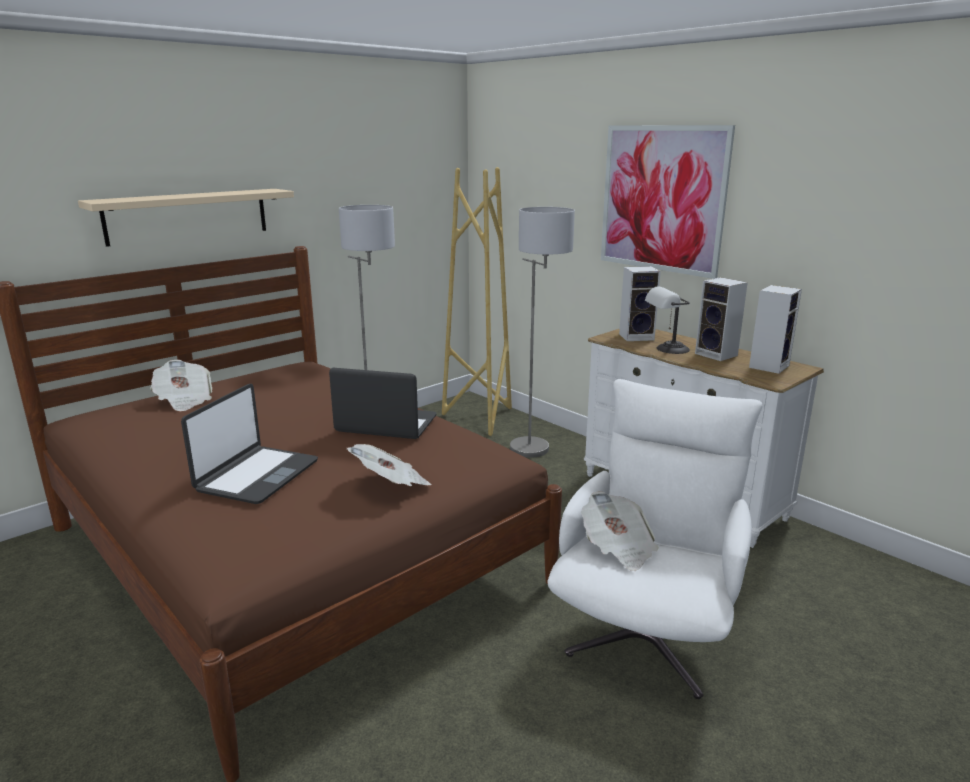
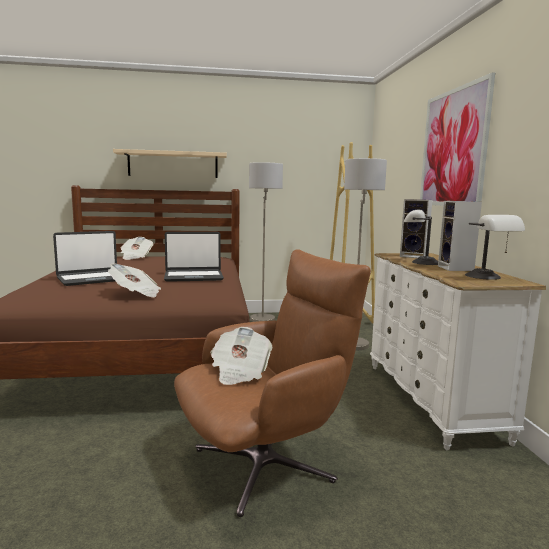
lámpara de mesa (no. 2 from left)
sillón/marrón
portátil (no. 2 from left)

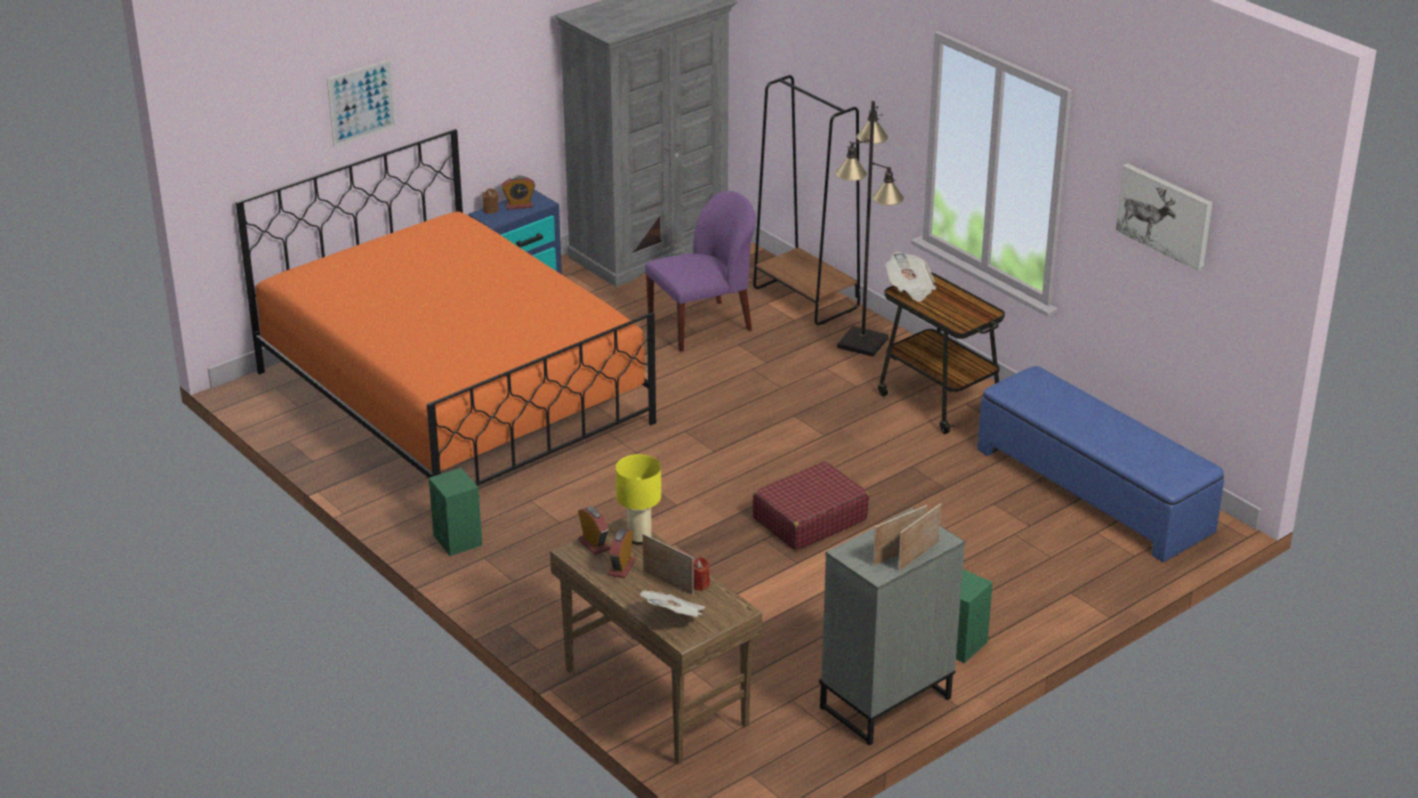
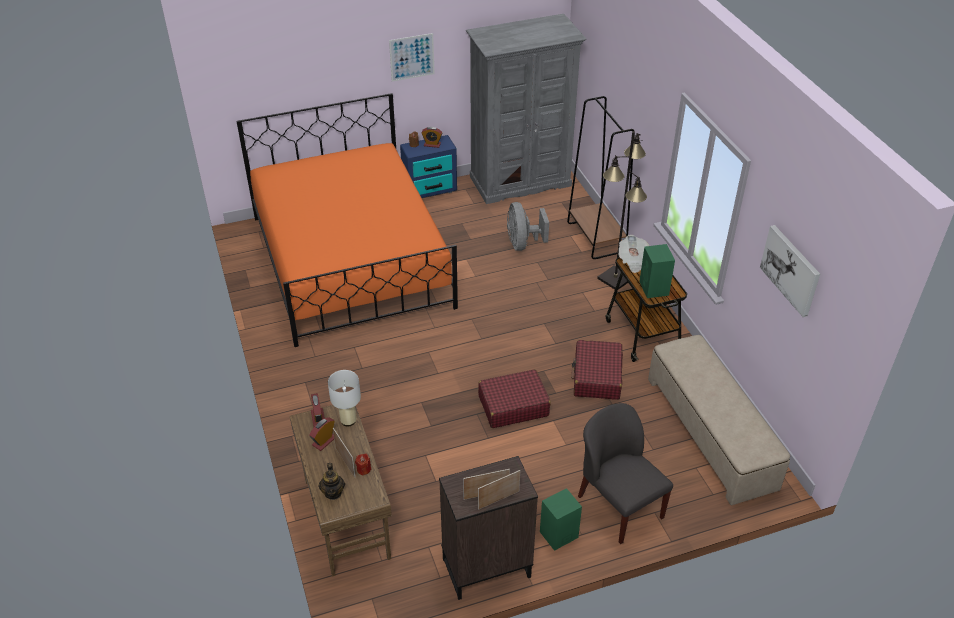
maleta/rojo (no. 2 from left)
silla/gris
cuadro (no. 1 from left)
altavoz/verde (no. 2 from left)
tetera
ventilador/gris
lámpara de mesa/blanco
cómoda/marrón
banco/beis

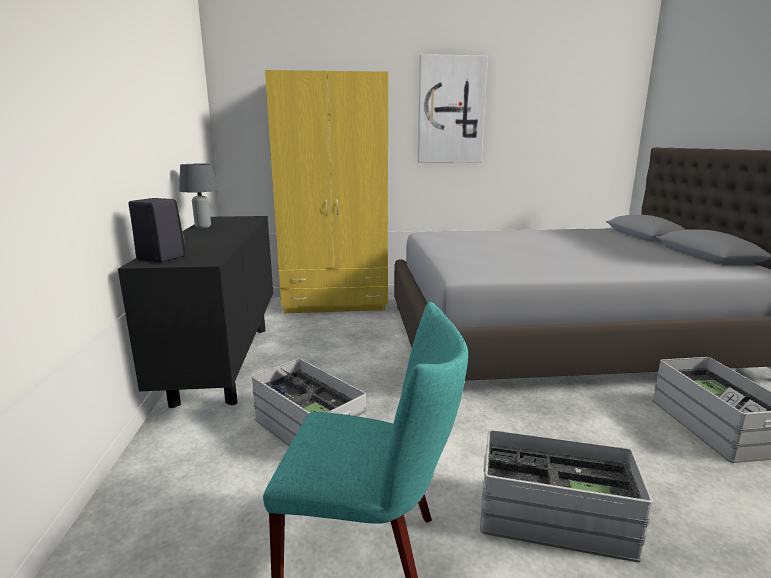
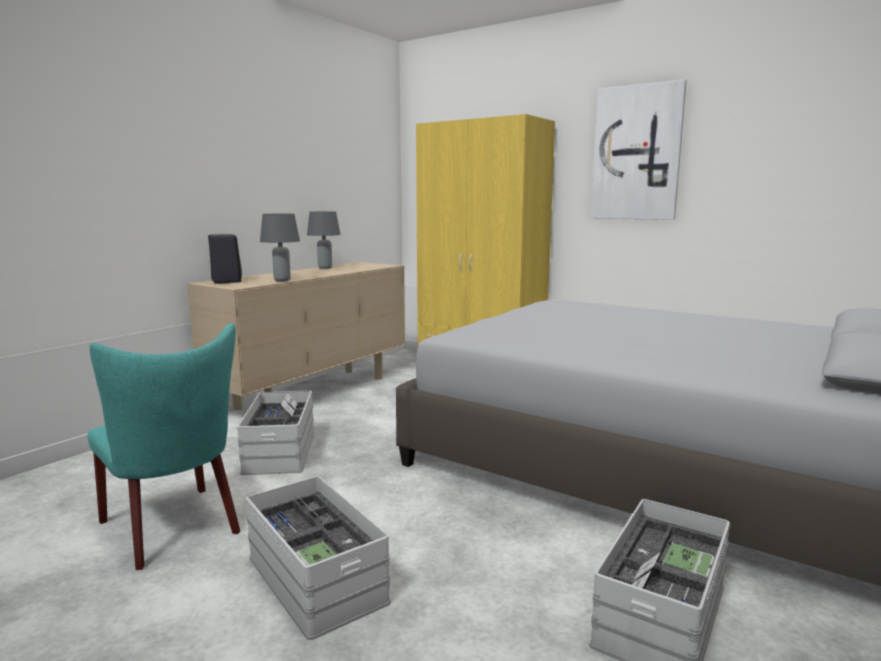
lámpara de mesa/gris (no. 1 from left)
cómoda/beis

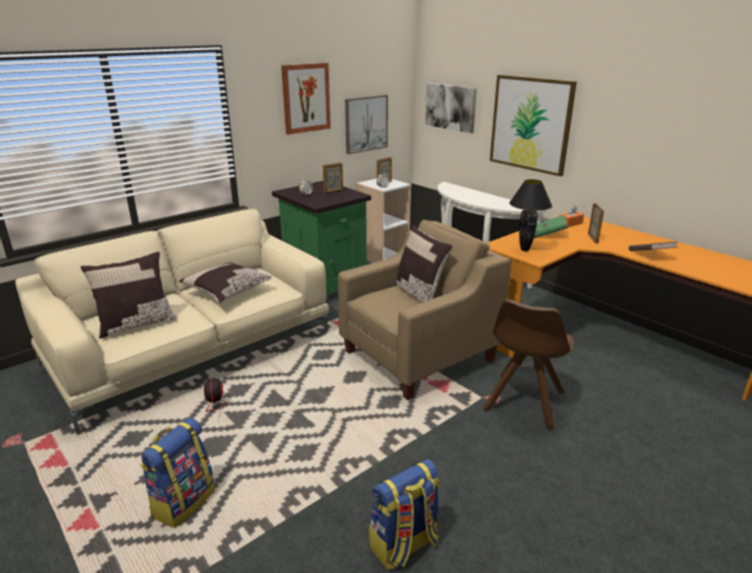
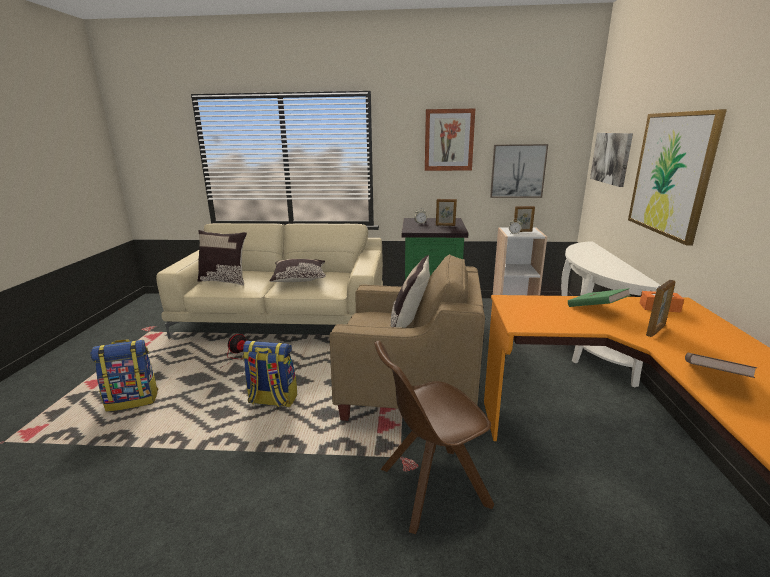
lámpara de mesa/negro
mochila (no. 2 from left)

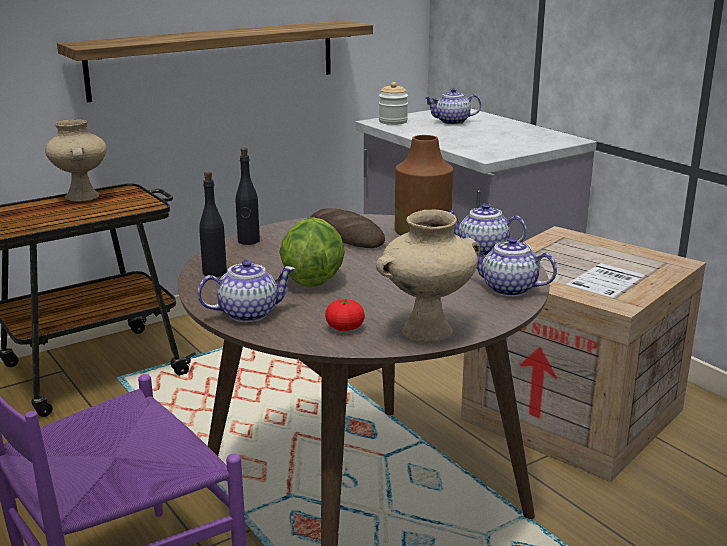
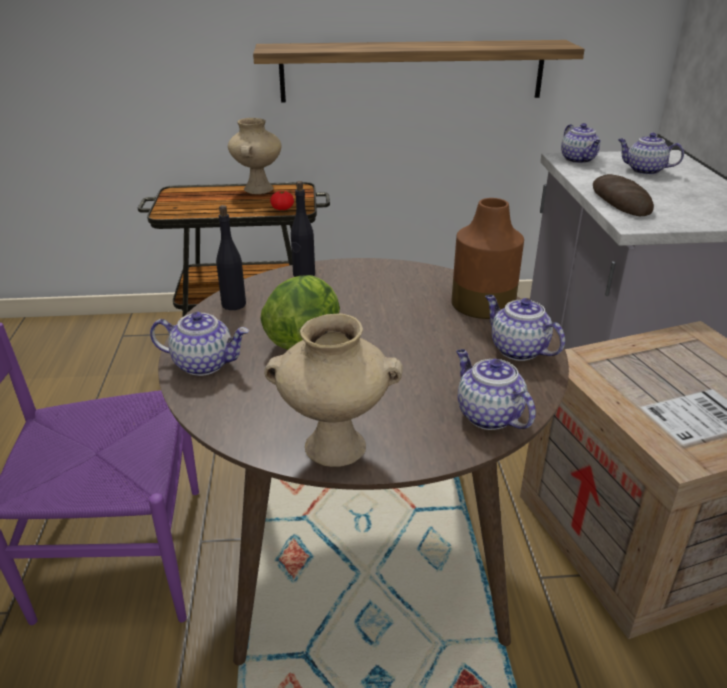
pan
tomate
tetera (no. 4 from left)

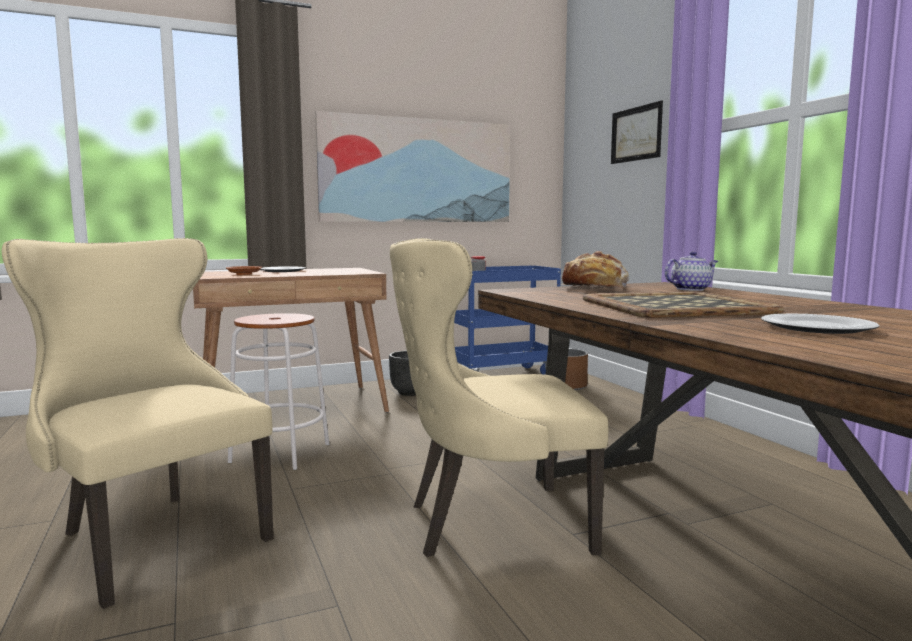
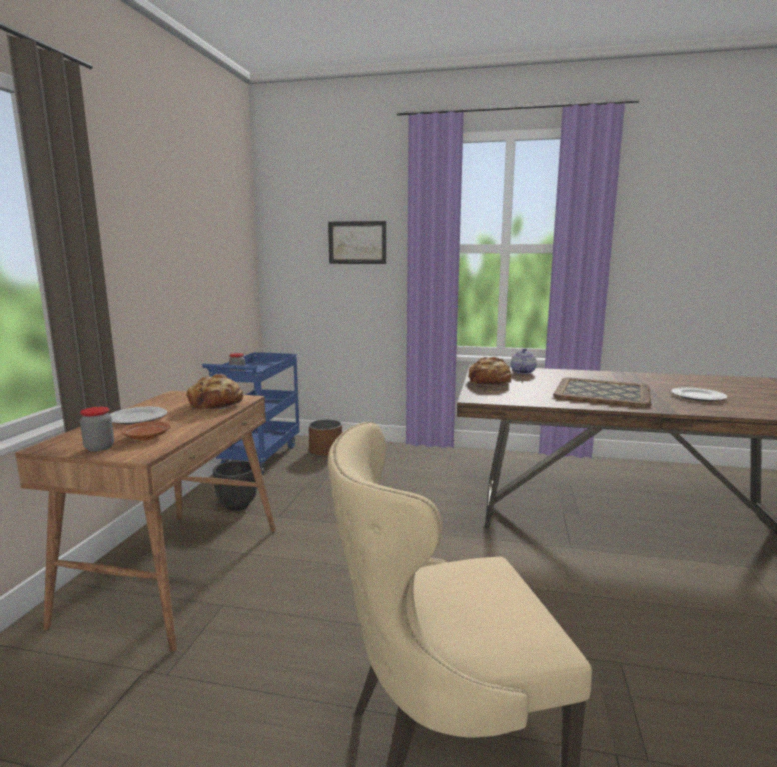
taburete/blanco
cuadro (no. 1 from left in the first image)
silla/beis (no. 2 from left in the first image)
tarro (no. 1 from left)
pan (no. 1 from left)

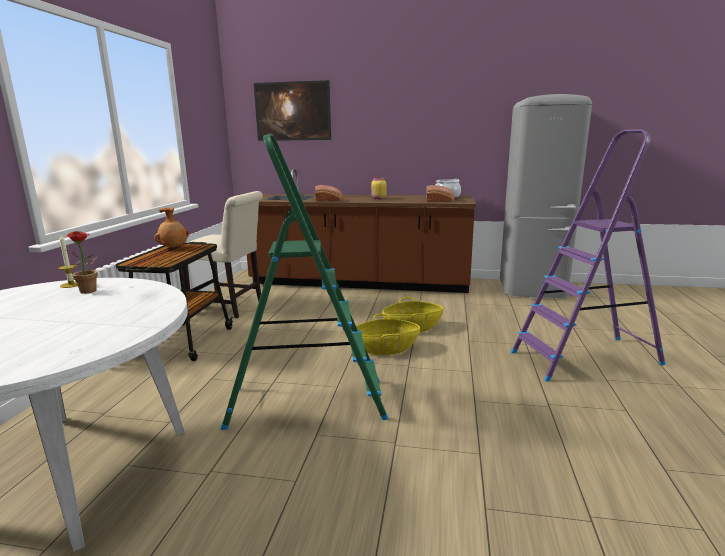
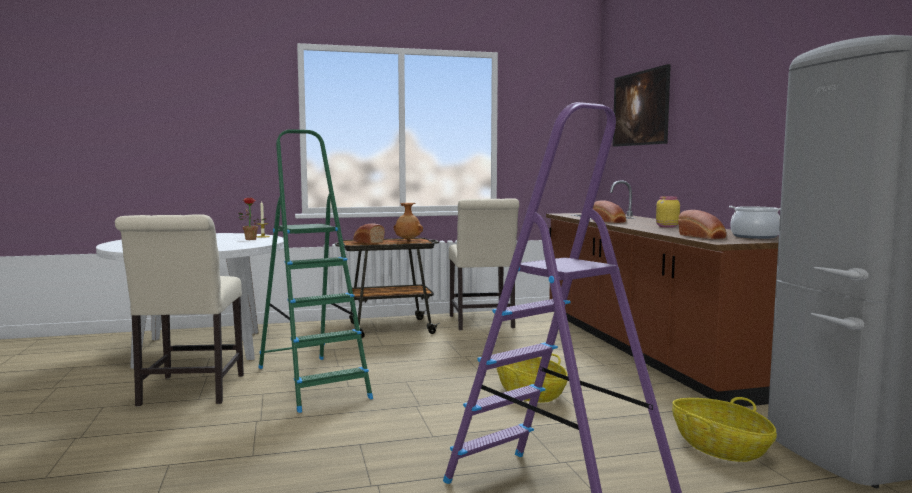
silla/beis (no. 1 from left)
pan (no. 1 from left)
cesta (no. 2 from left)

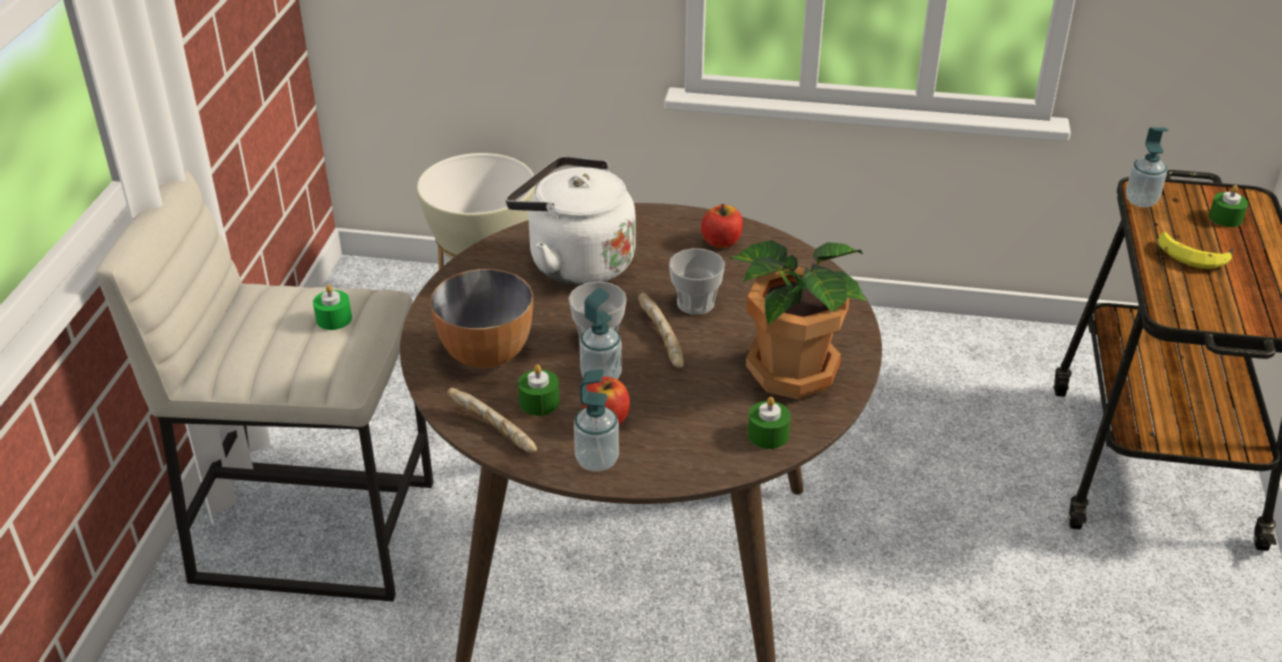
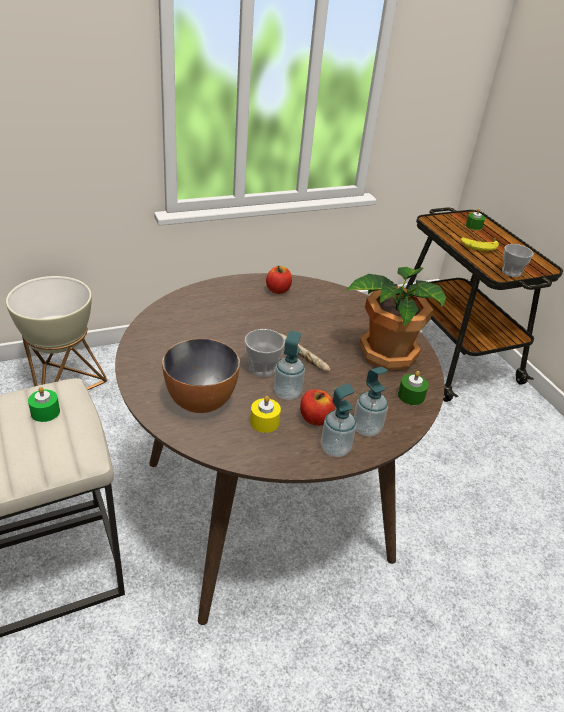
pan (no. 1 from left in the first image)
hervidor/blanco
taza (no. 2 from left)
dispensador de jabón (no. 3 from left)
vela/amarillo

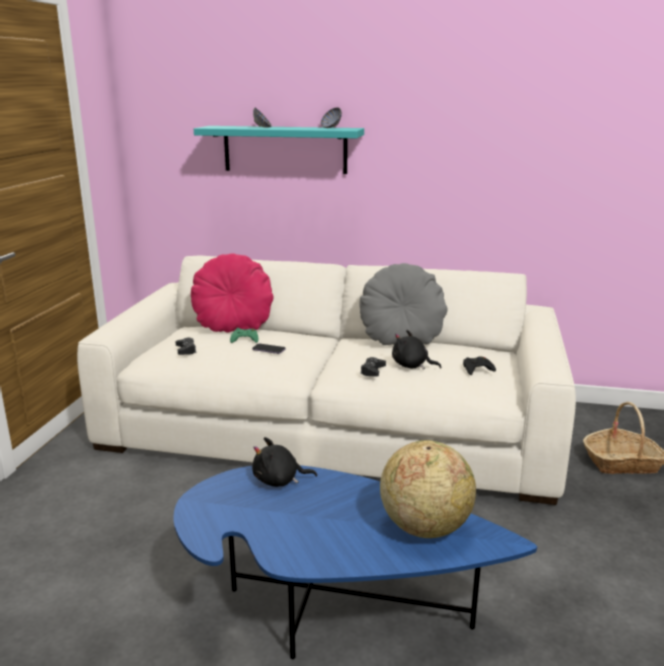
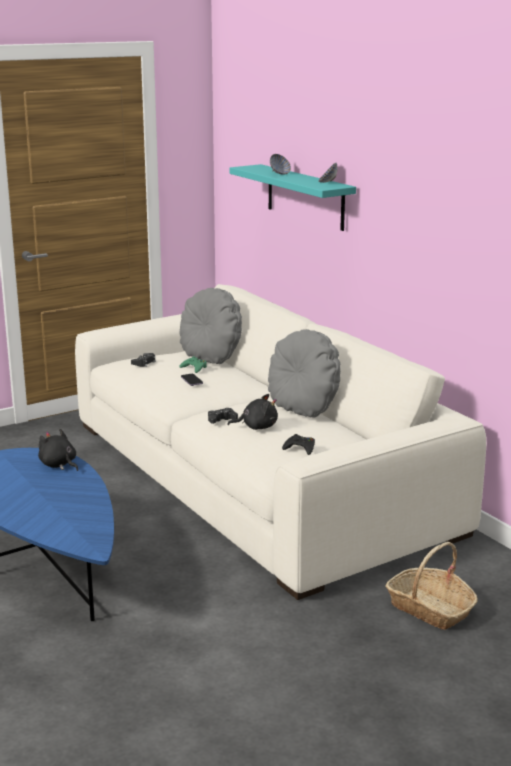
globo terráqueo
cojín/gris (no. 1 from left)
peluche/negro (no. 2 from left)

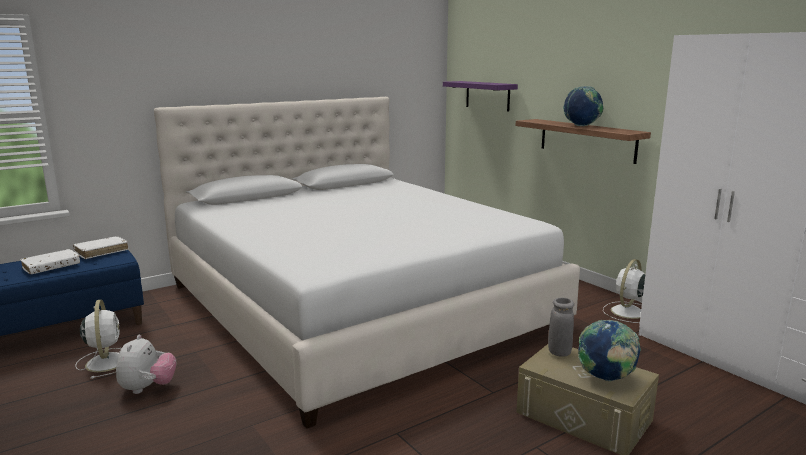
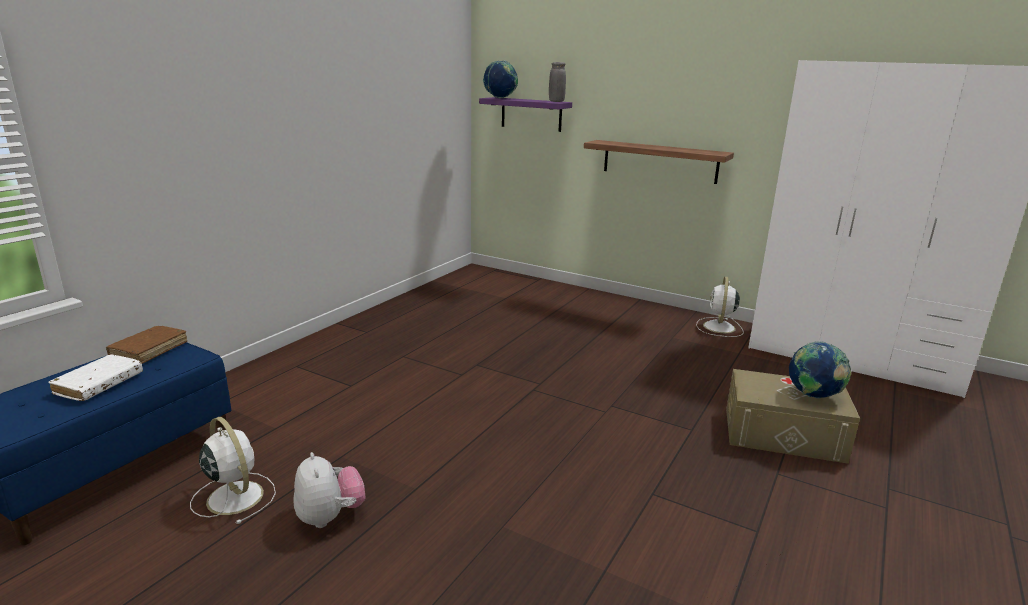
cama/blanco
florero/gris
globo terráqueo (no. 1 from left)
libro/marrón

